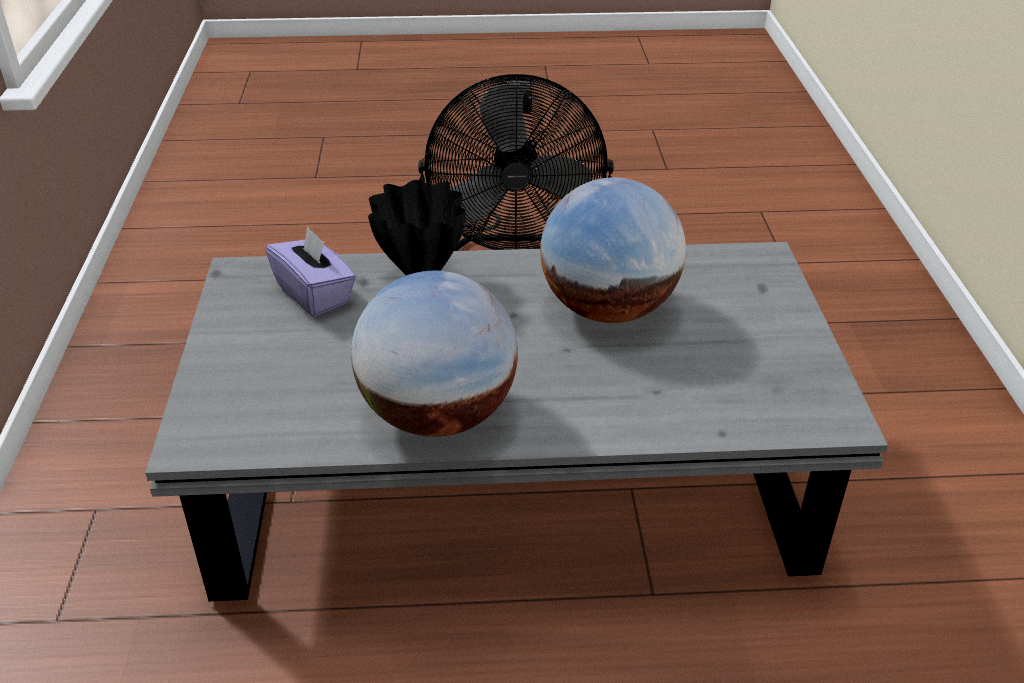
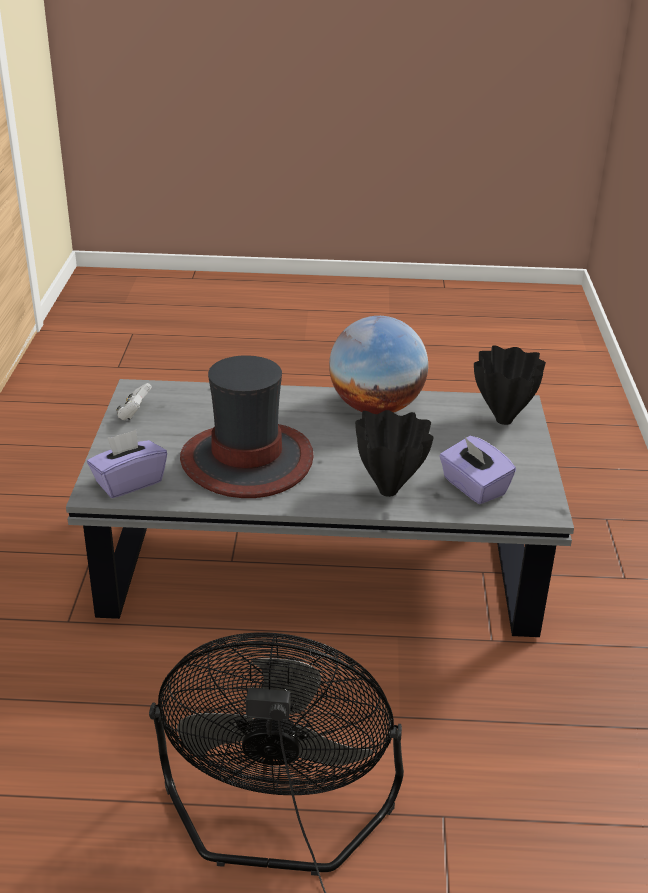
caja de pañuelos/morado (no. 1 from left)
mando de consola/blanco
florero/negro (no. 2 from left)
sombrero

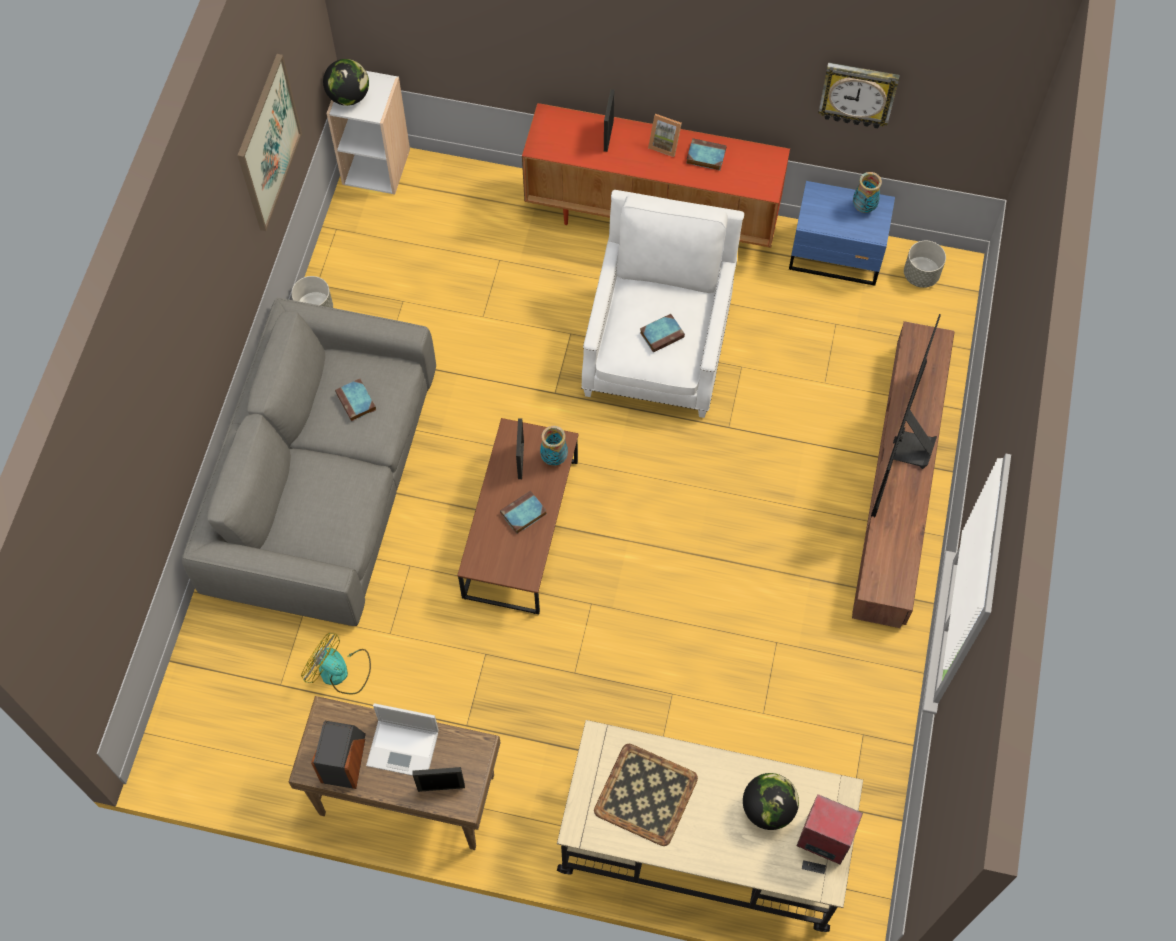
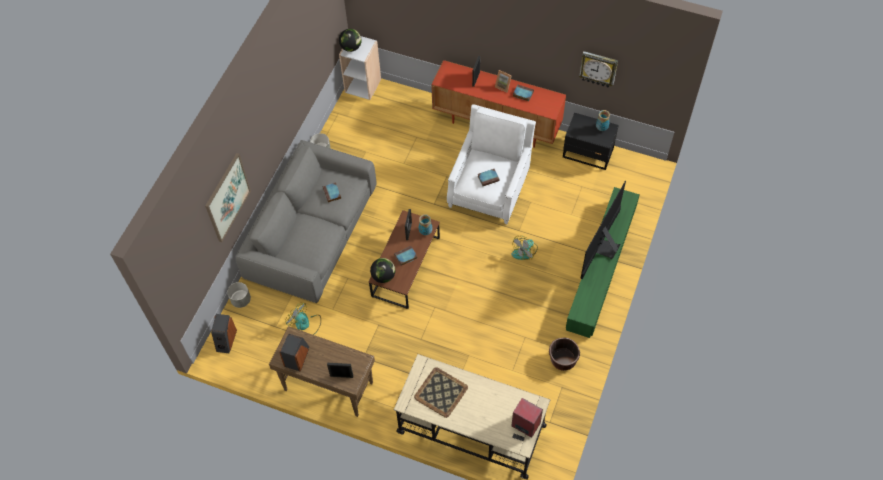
portátil
altavoz (no. 1 from left)
ventilador (no. 2 from left)
maceta/marrón
cuadro
globo terráqueo (no. 2 from left)
maceta/gris (no. 1 from left)
mesita de noche/negro
mueble de televisión/verde

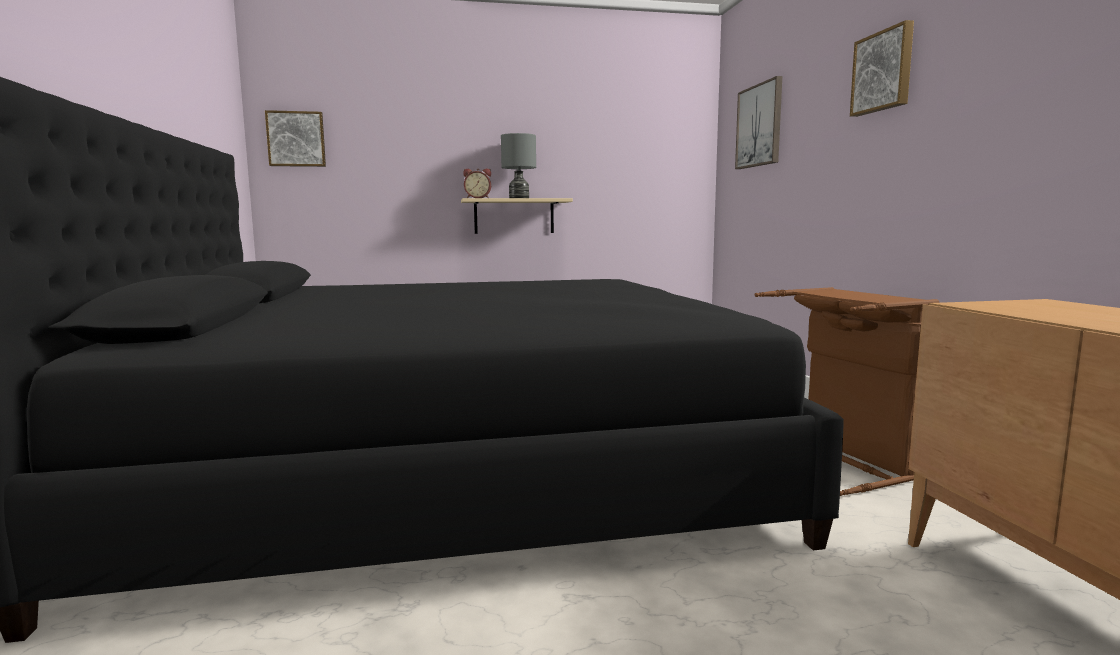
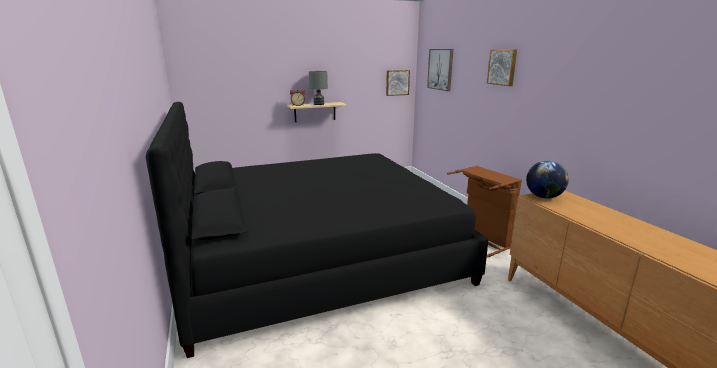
globo terráqueo
cuadro (no. 1 from left)

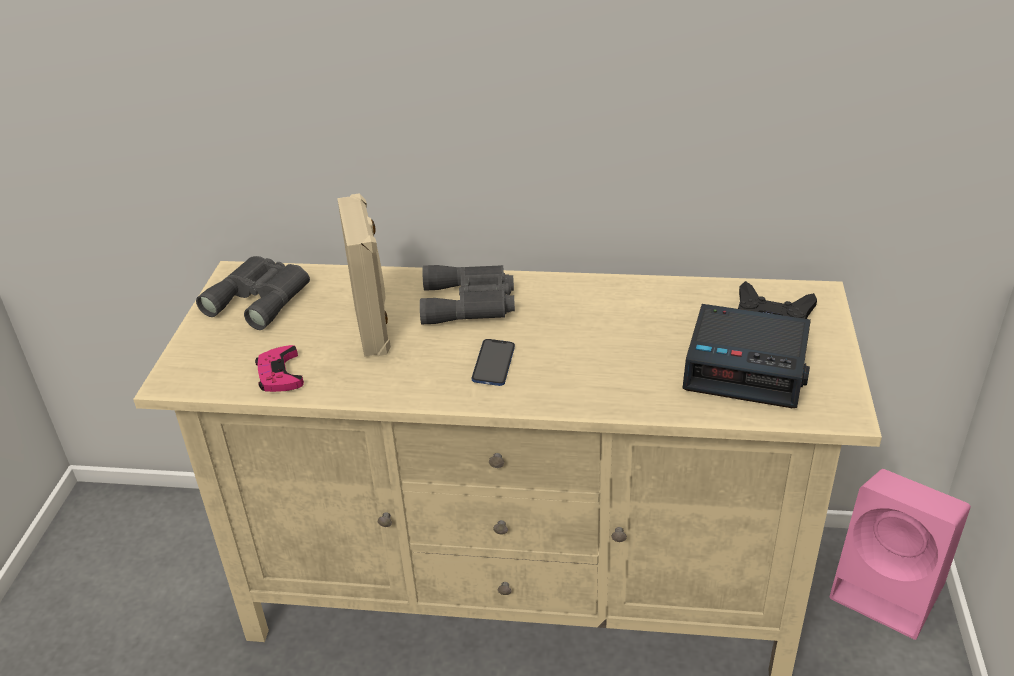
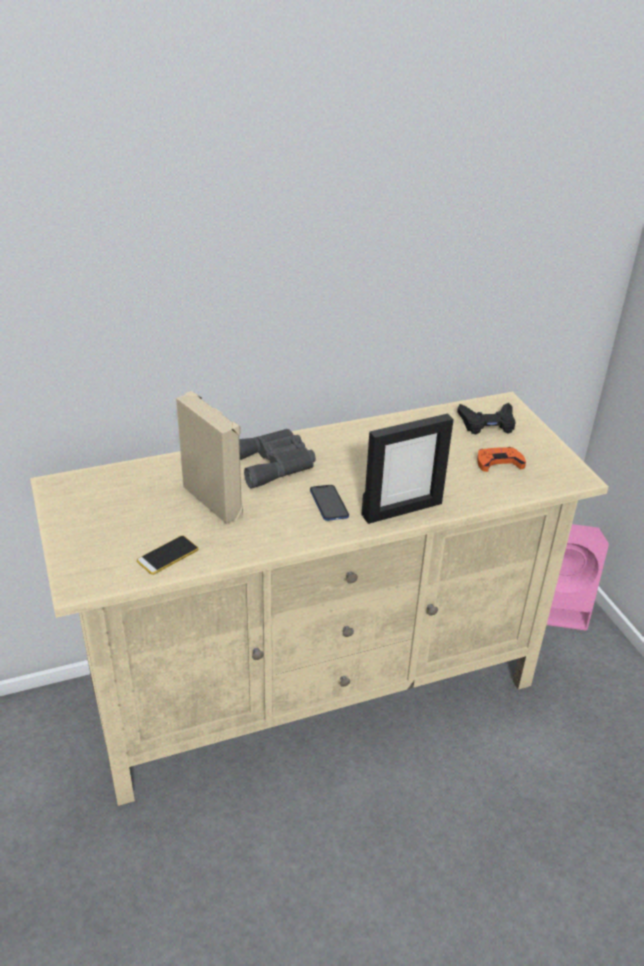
prismáticos/gris (no. 1 from left in the first image)
portarretratos
móvil (no. 1 from left)
mando de consola/naranja

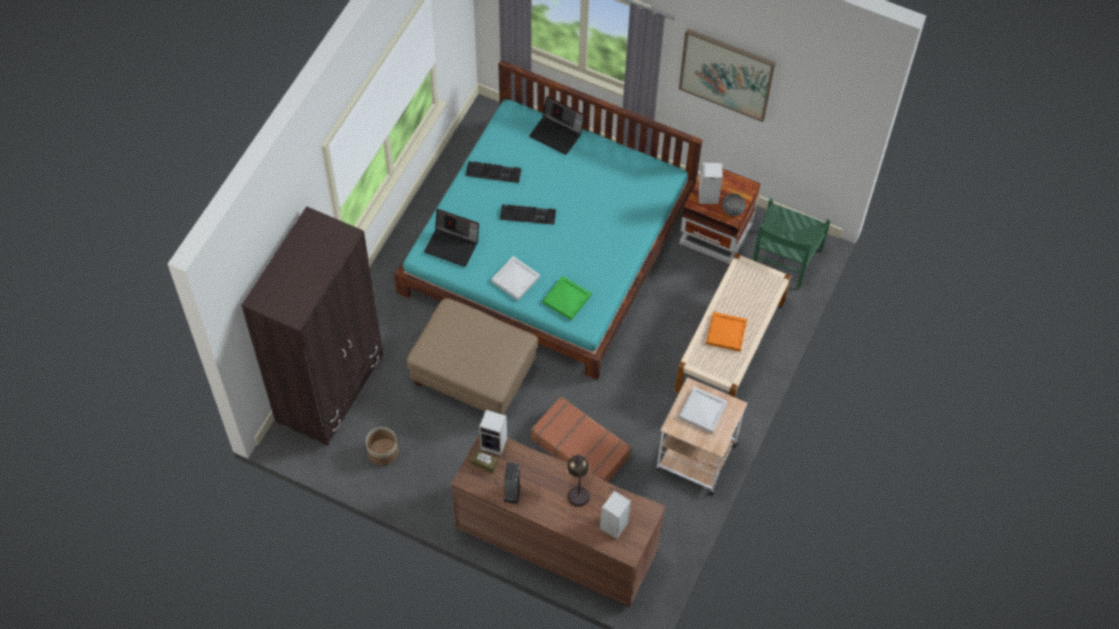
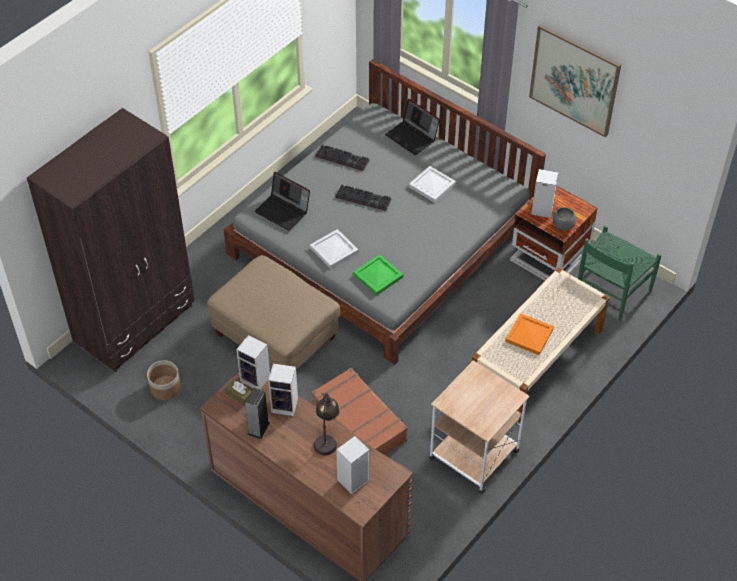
altavoz (no. 3 from left)
bandeja/blanco (no. 2 from left)
cama/gris

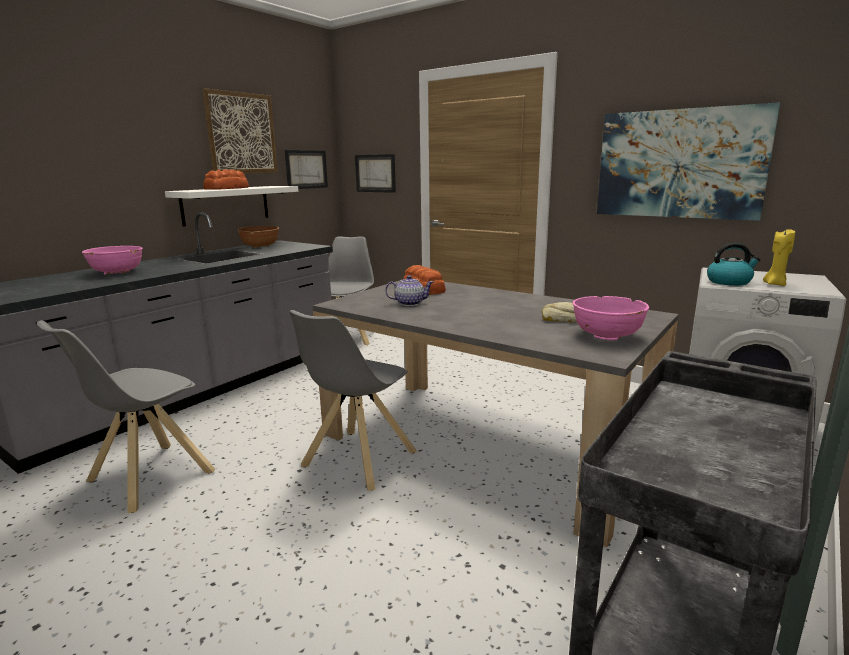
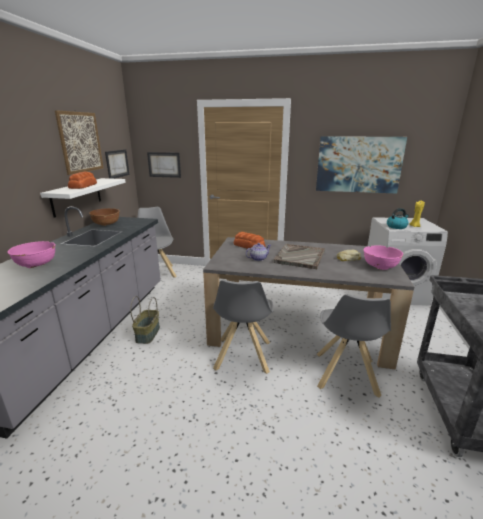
cesta
bandeja/gris
silla/gris (no. 3 from left)

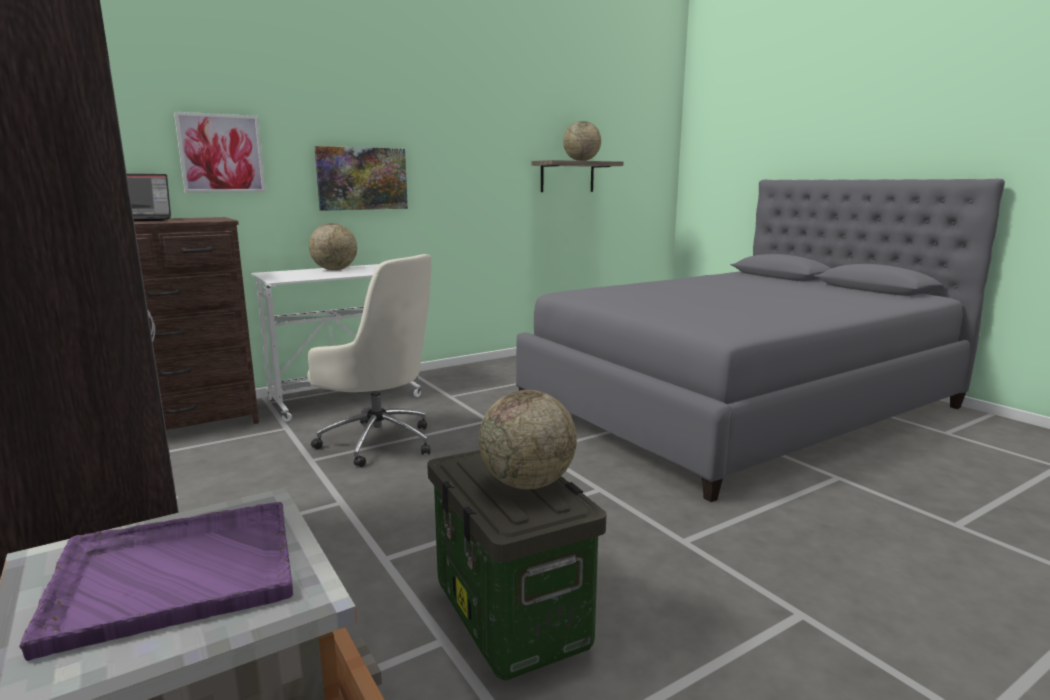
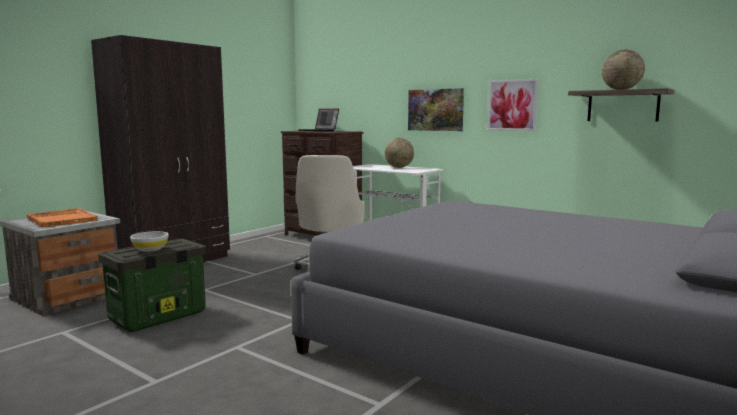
cuadro (no. 2 from left)
cuenco/blanco
bandeja/naranja

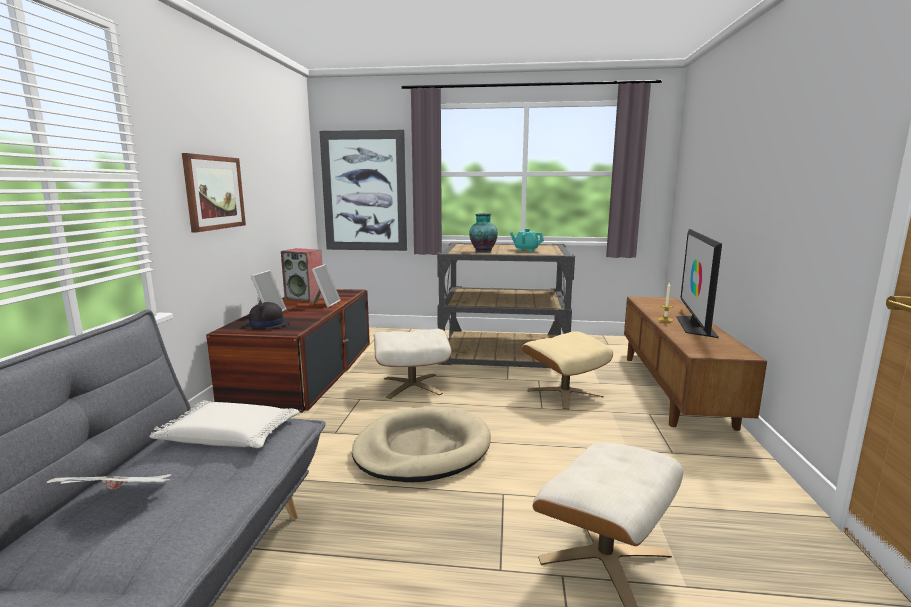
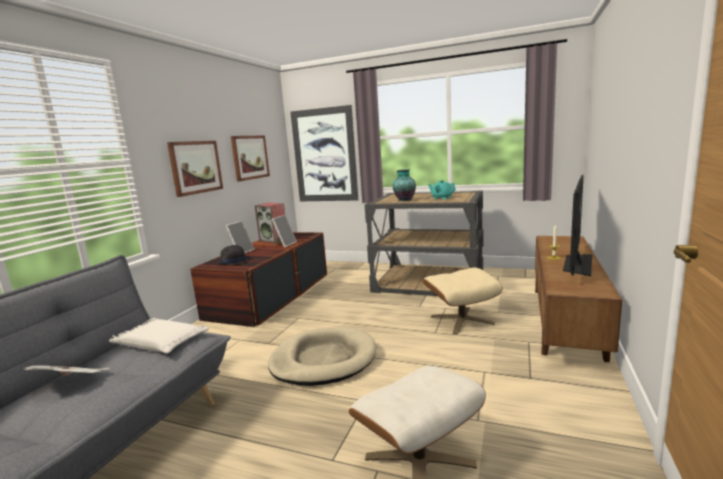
puf/beis (no. 1 from left in the first image)
cuadro (no. 2 from left)

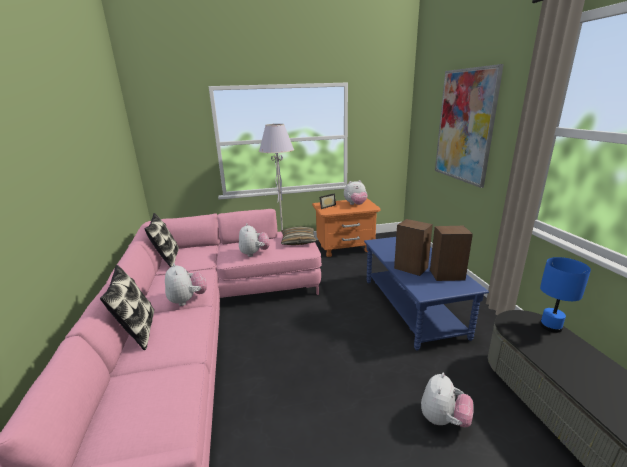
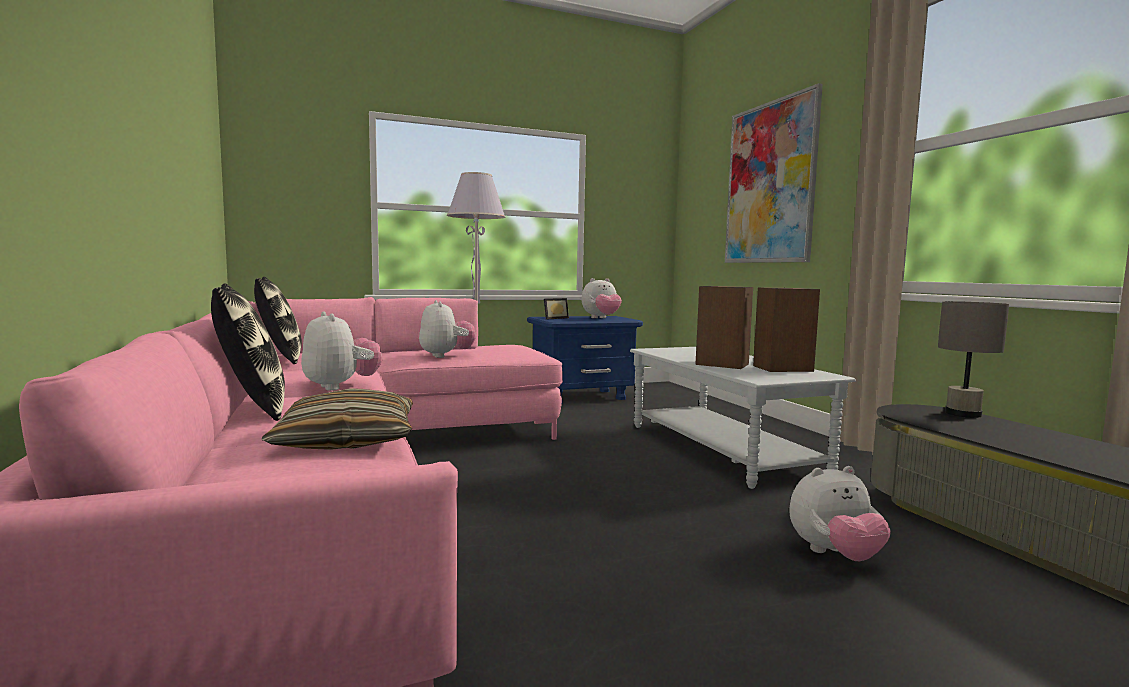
cojín (no. 3 from left)
mesita de noche/azul
mesa de centro/gris
lámpara de mesa/gris
peluche (no. 4 from left)

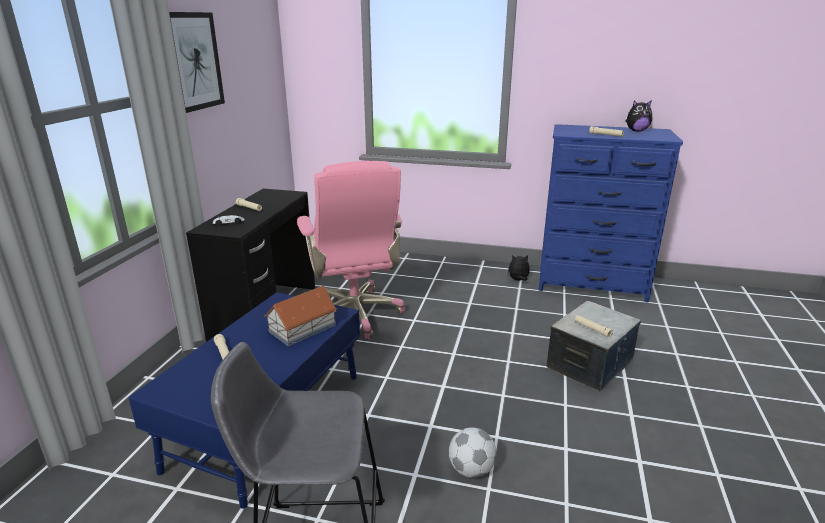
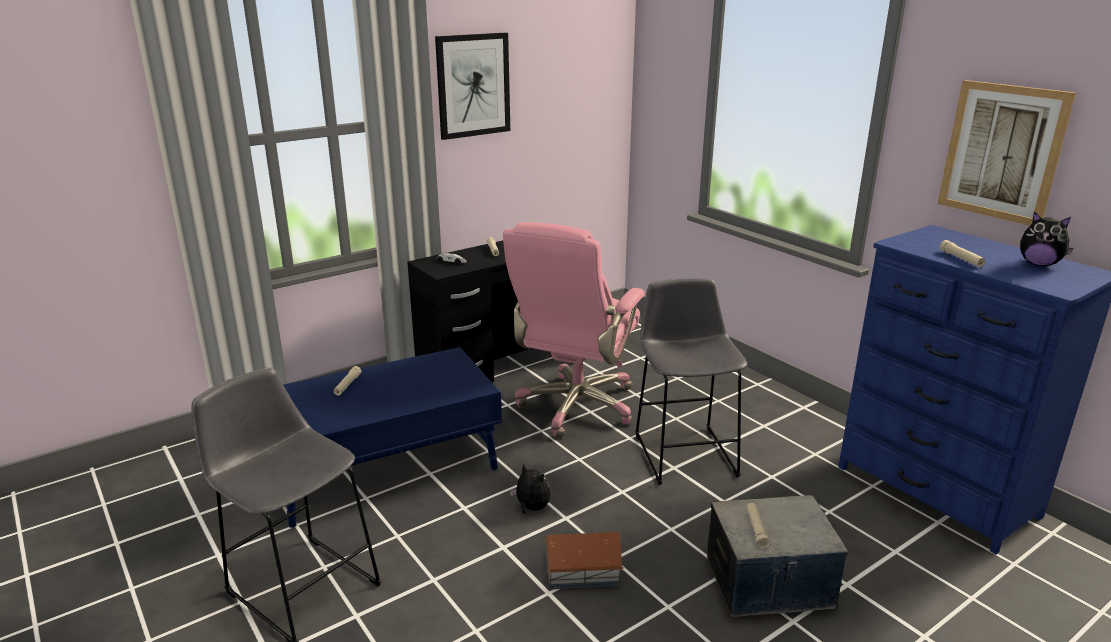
balón de fútbol
taburete/gris (no. 2 from left)
cuadro (no. 2 from left)
casita
peluche (no. 1 from left)

